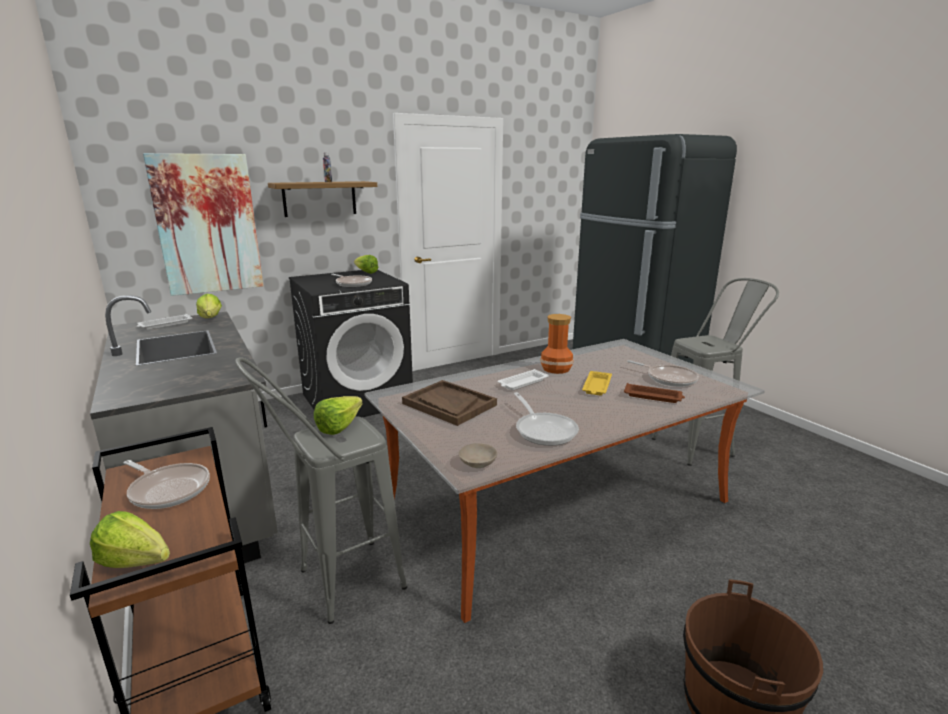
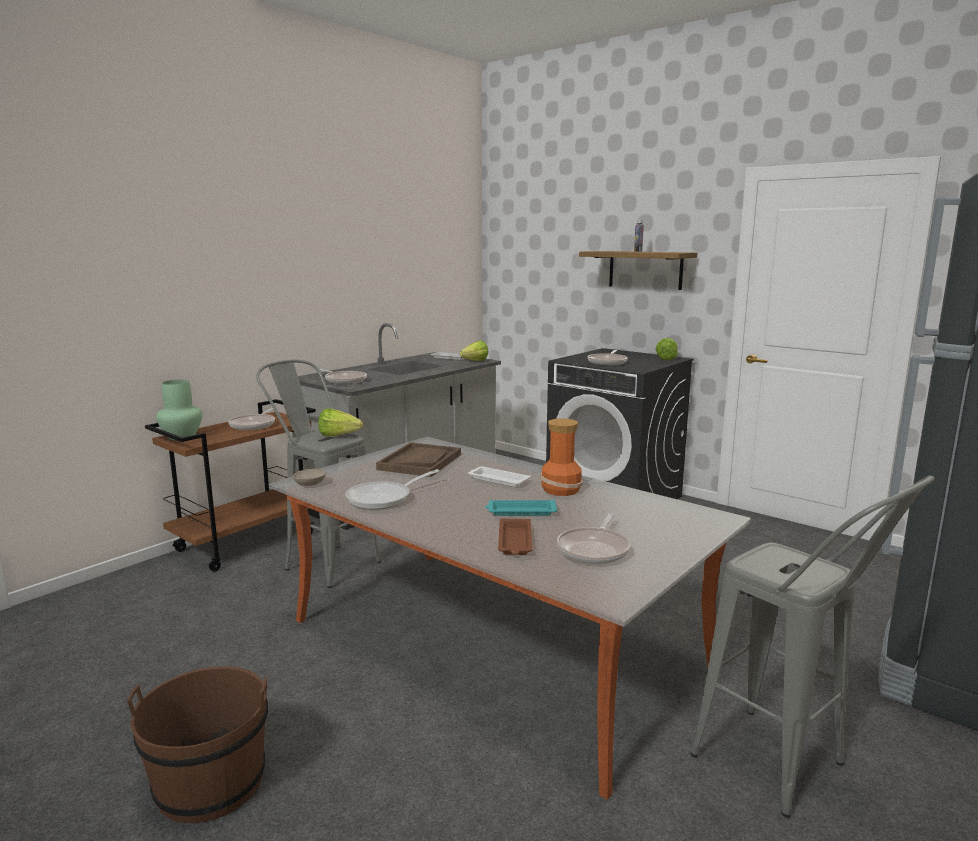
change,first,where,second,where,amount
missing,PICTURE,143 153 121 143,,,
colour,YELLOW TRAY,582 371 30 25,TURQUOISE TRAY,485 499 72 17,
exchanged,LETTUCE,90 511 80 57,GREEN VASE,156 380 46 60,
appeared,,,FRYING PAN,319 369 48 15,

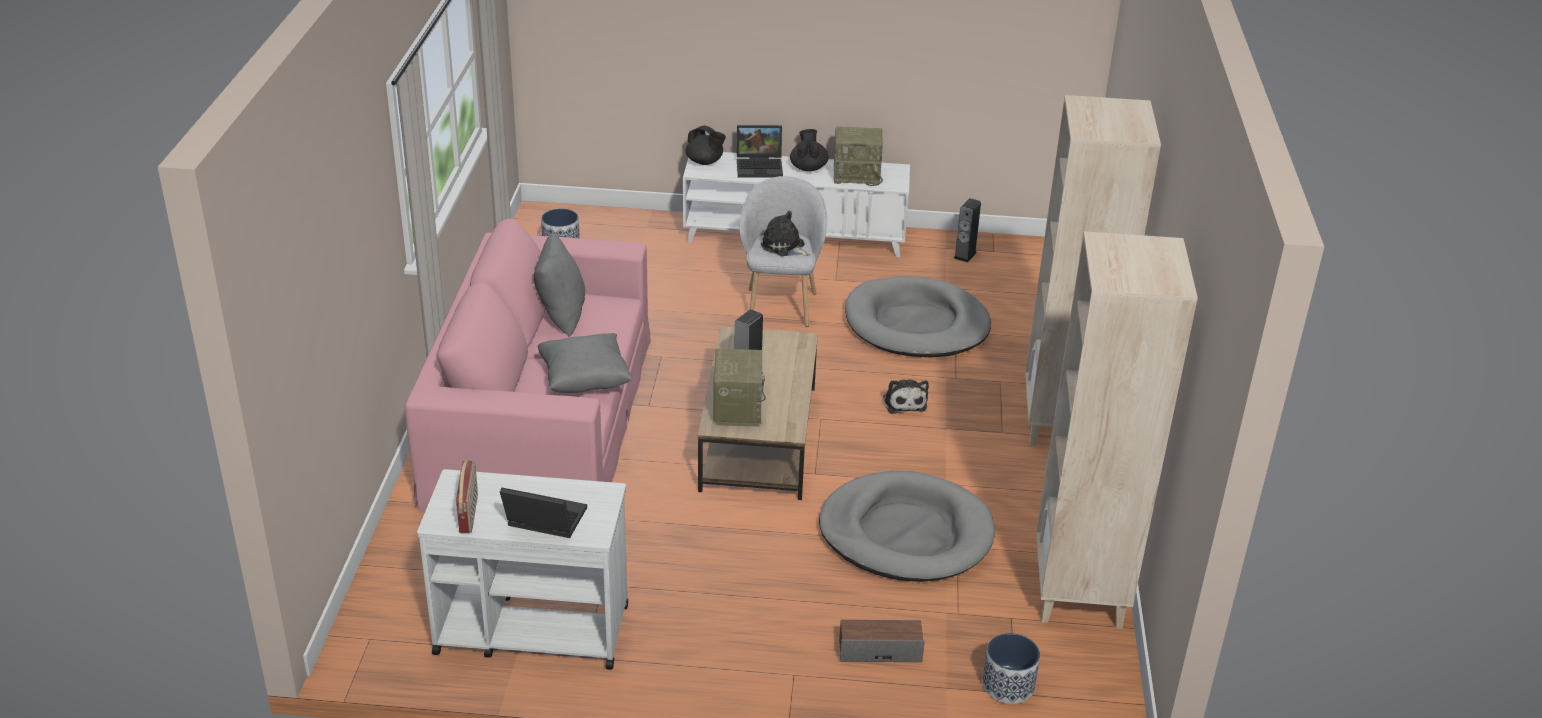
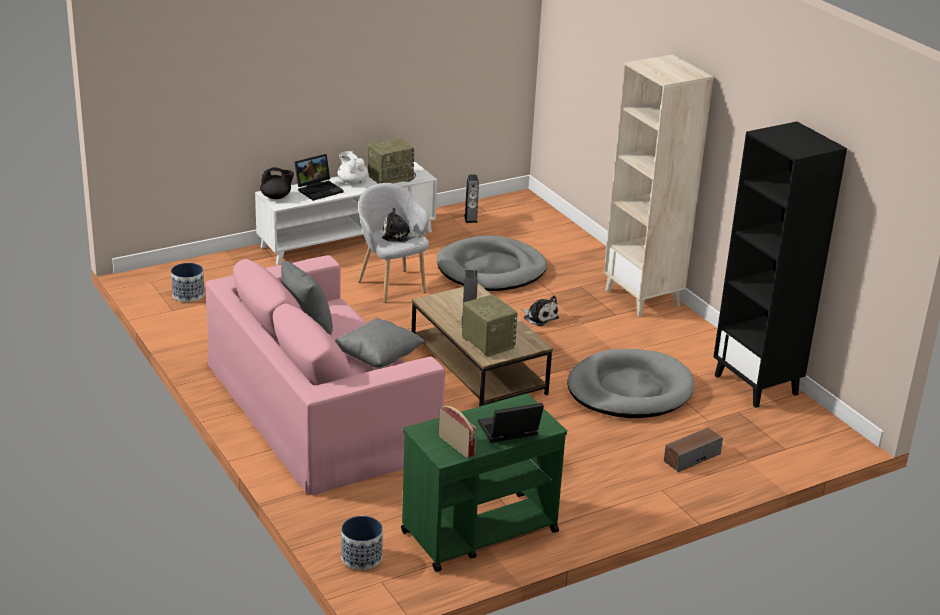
change,first,where,second,where,amount
colour,BLACK TEAPOT,790 129 39 42,WHITE TEAPOT,338 151 30 33,
colour,BEIGE BOOKCASE,1036 231 162 398,BLACK BOOKCASE,713 121 134 287,
colour,WHITE CART,417 469 211 201,GREEN CART,401 394 166 178,
relocated,PLANTER,982 633 58 71,,341 516 42 54,

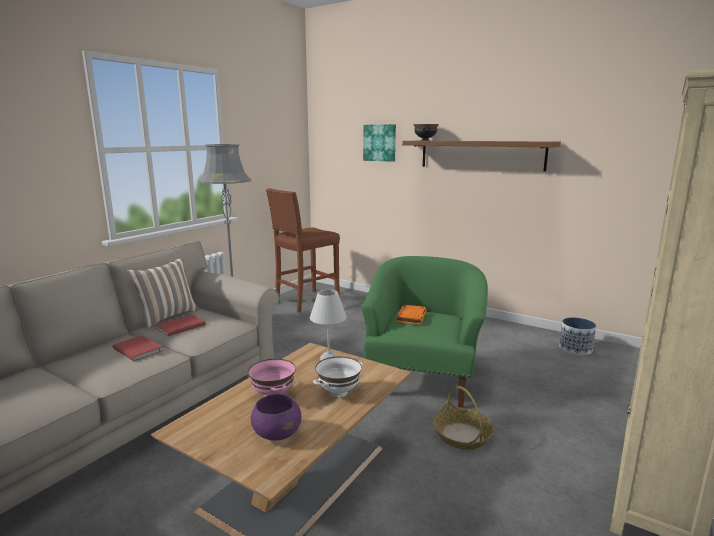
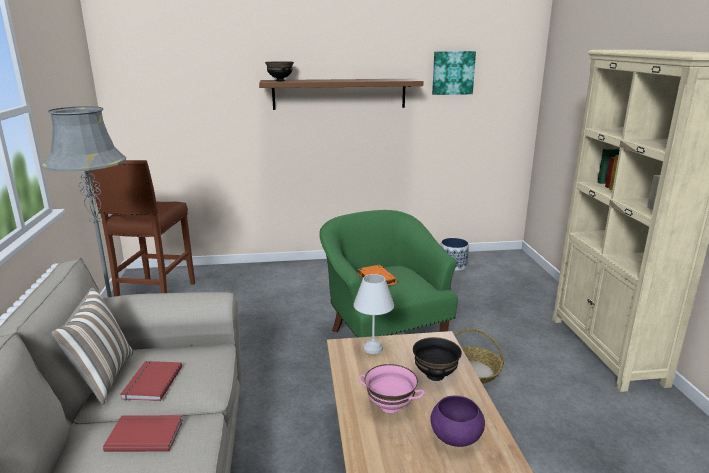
change,first,where,second,where,amount
relocated,PICTURE,363 124 33 38,,432 51 44 44,
colour,WHITE BOWL,313 356 50 41,BLACK BOWL,413 337 49 44,

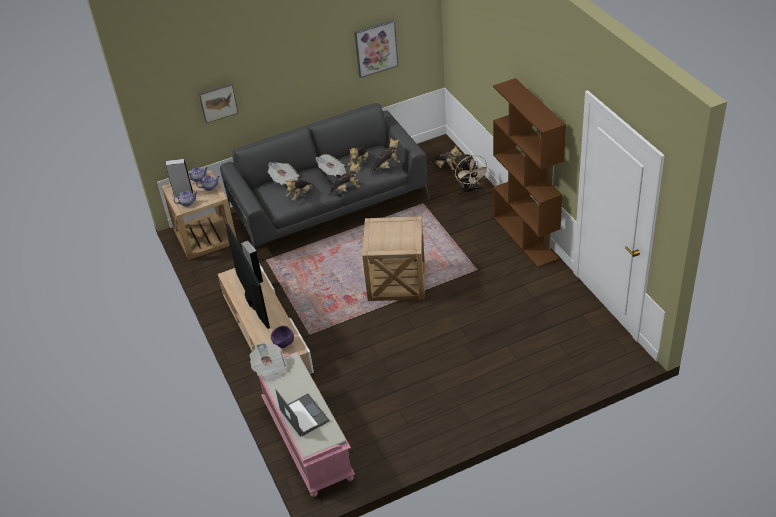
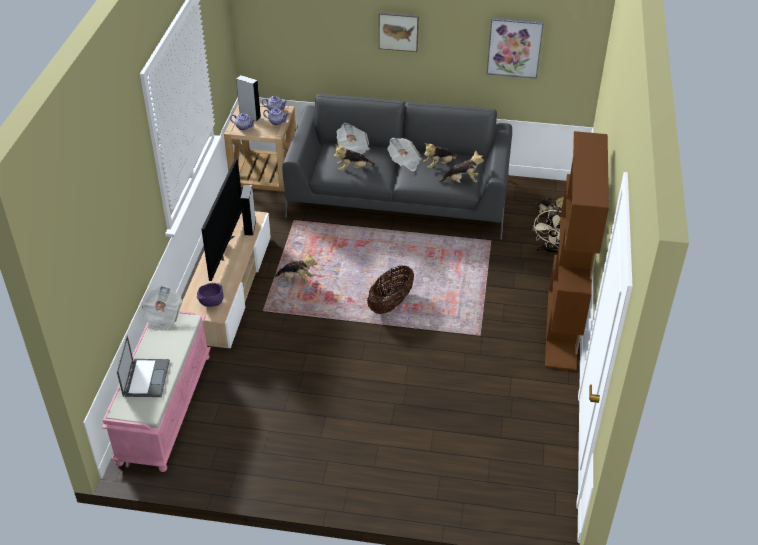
change,first,where,second,where,amount
relocated,PICTURE,198 83 40 40,,379 12 40 40,
relocated,PLUSH TOY,328 162 33 34,,273 253 45 31,
exchanged,BEIGE SIDE TABLE,362 216 63 85,BASKET,367 265 47 49,

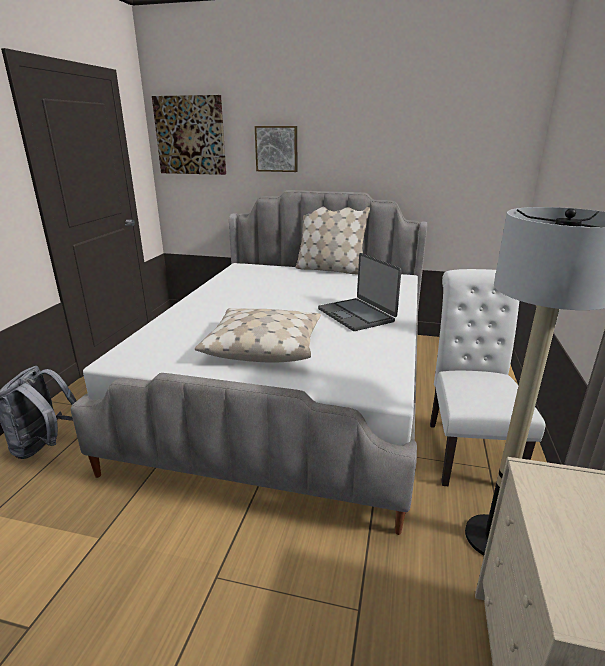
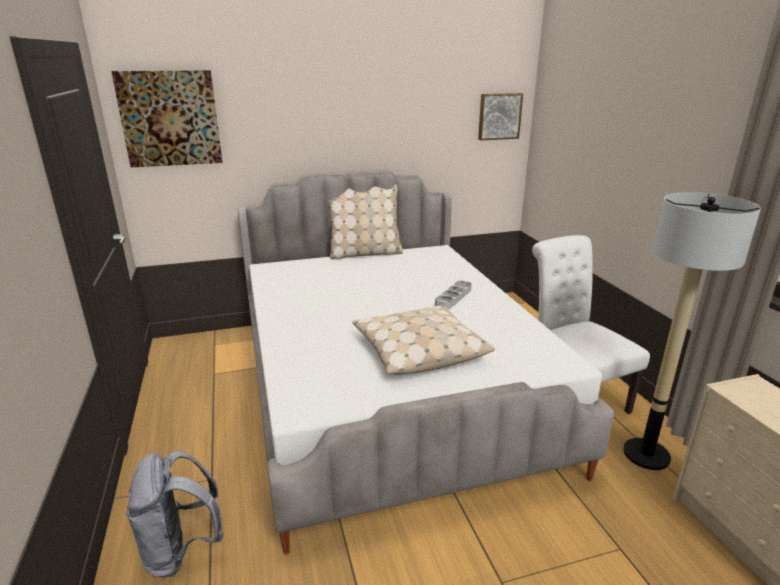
change,first,where,second,where,amount
relocated,PICTURE,255 126 42 46,,478 93 45 47,
exchanged,LAPTOP,318 253 84 78,GREY TRAY,435 280 37 30,

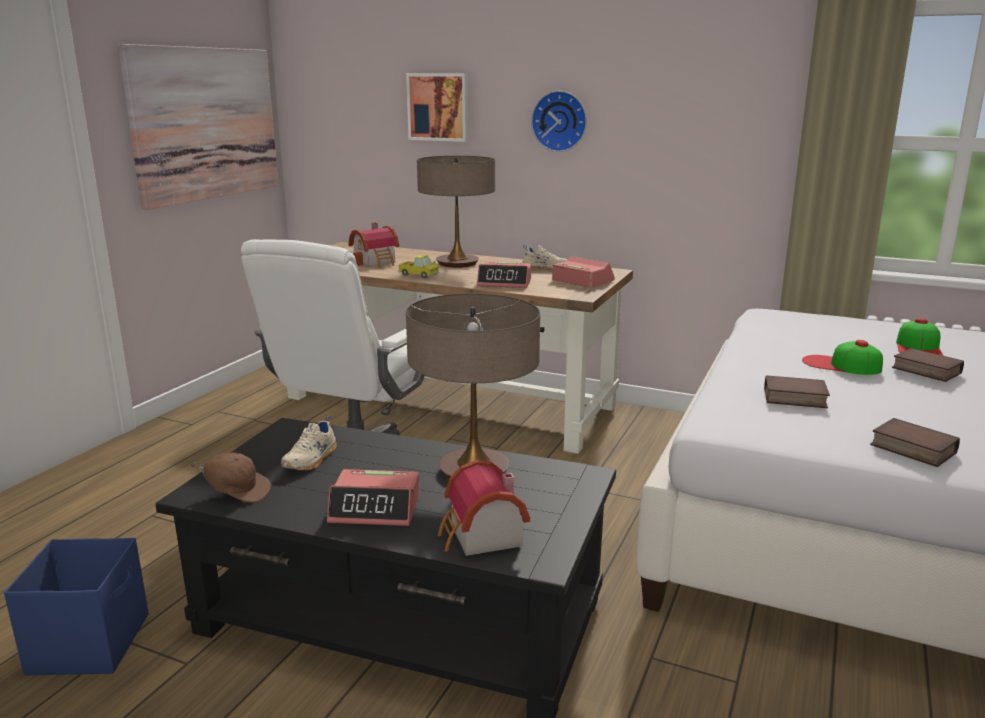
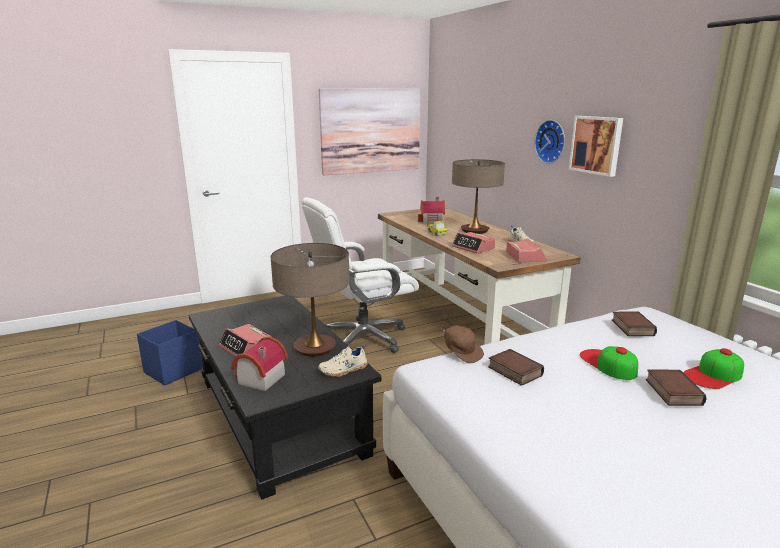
change,first,where,second,where,amount
relocated,PICTURE,406 73 63 69,,569 116 54 61,
relocated,BEIGE SHOE,281 416 56 54,,318 345 50 32,
relocated,BOOK,870 418 90 49,,612 311 45 25,
relocated,BROWN CAP,191 453 80 50,,439 325 45 38,

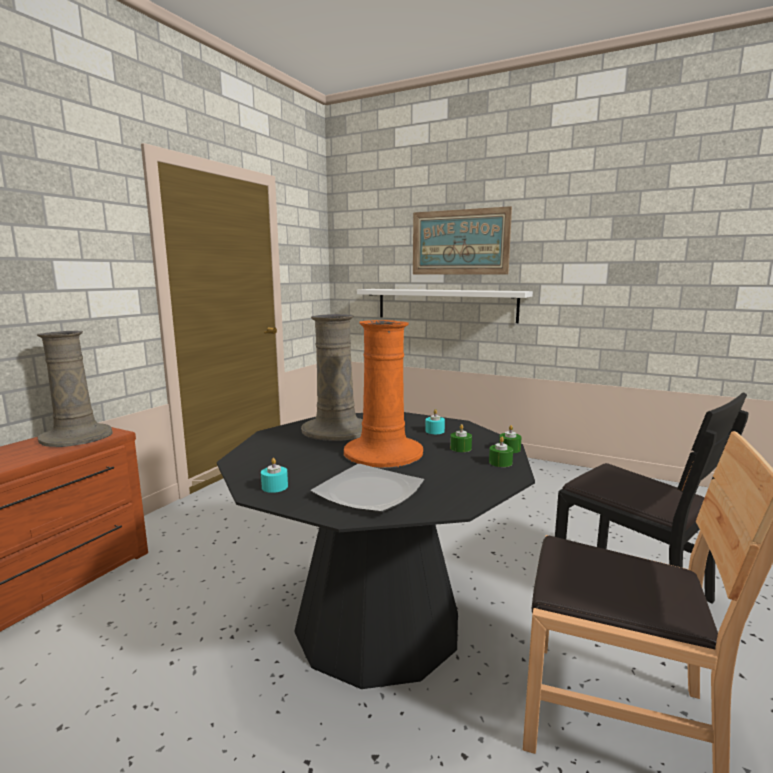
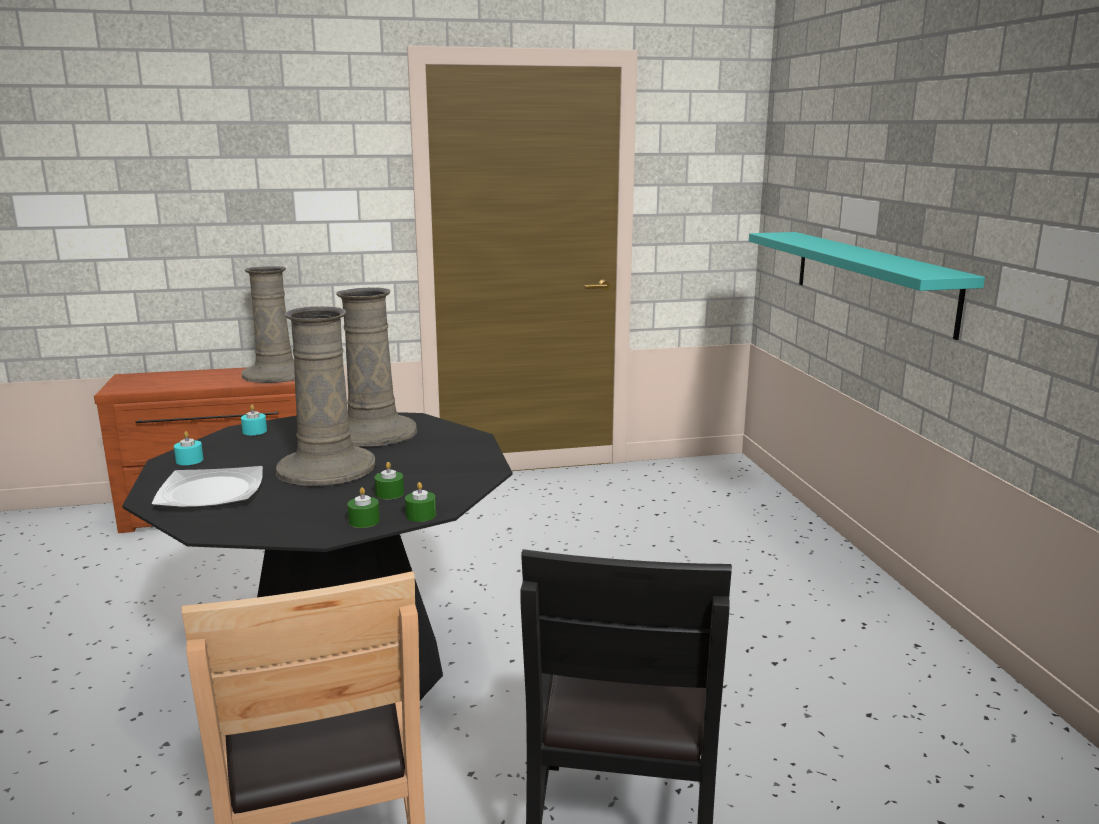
change,first,where,second,where,amount
missing,PICTURE,413 206 99 68,,,
colour,WHITE SHELF,357 289 176 34,TURQUOISE SHELF,749 232 236 108,
colour,ORANGE VASE,344 320 79 148,BEIGE VASE,276 306 99 181,
relocated,TURQUOISE CANDLE,425 409 20 25,,241 404 26 31,

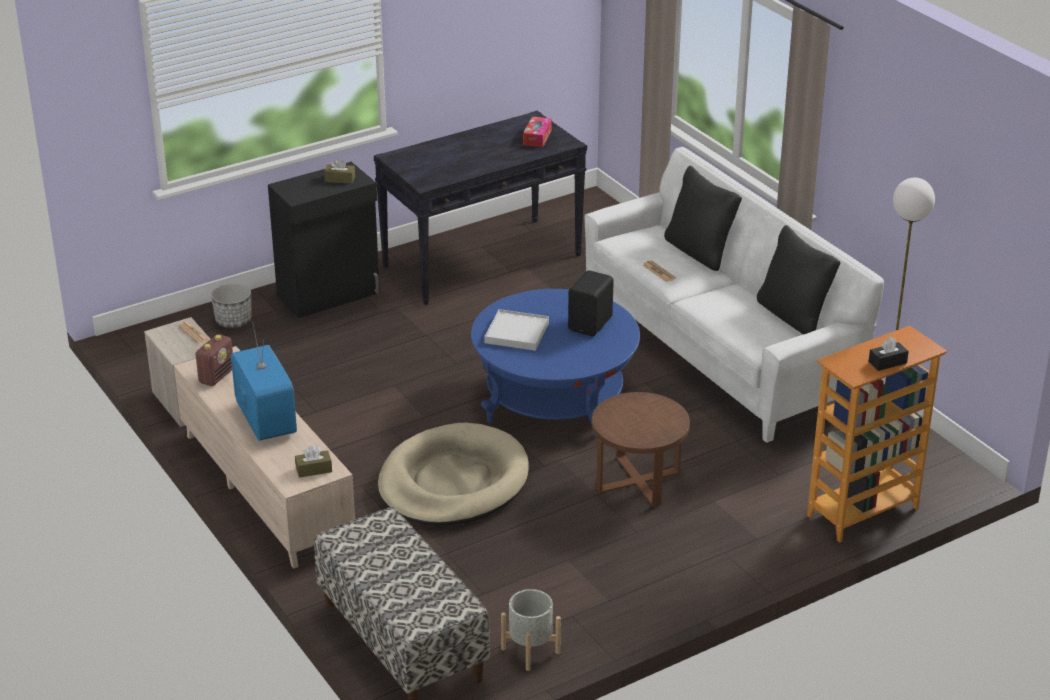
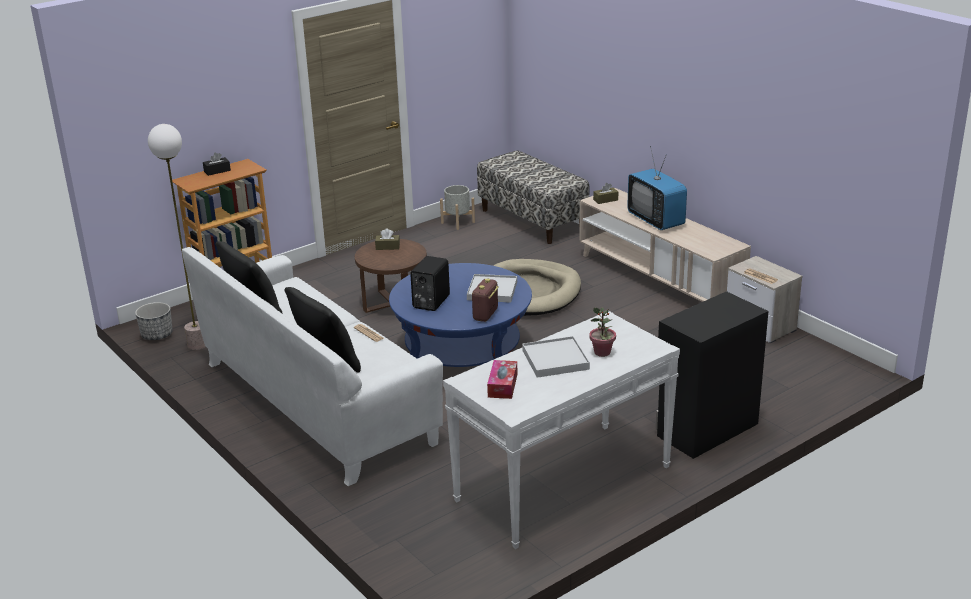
change,first,where,second,where,amount
colour,BLACK CONSOLE TABLE,374 111 213 194,WHITE CONSOLE TABLE,443 311 237 238,
relocated,BROWN TISSUE BOX,324 158 31 26,,375 229 25 21,
relocated,PLANTER,211 283 41 45,,135 302 38 38,
relocated,RADIO,195 334 38 52,,472 278 26 44,
appeared,,,POTTED PLANT,589 307 27 50,
appeared,,,WHITE TRAY,522 336 68 42,

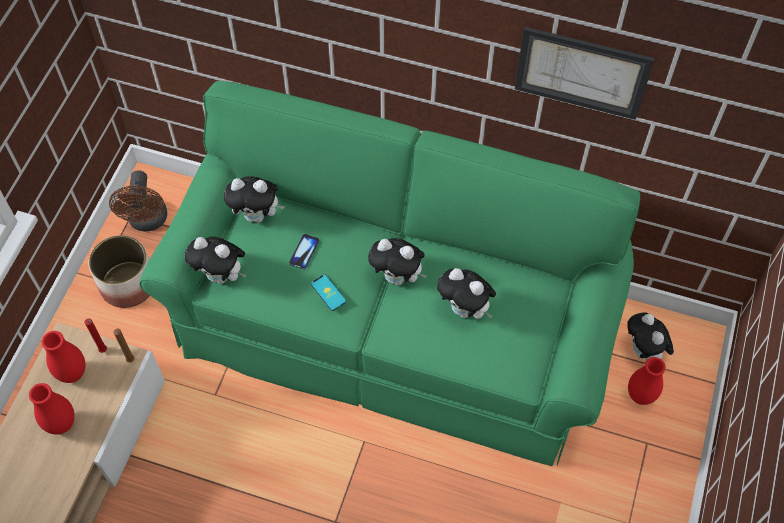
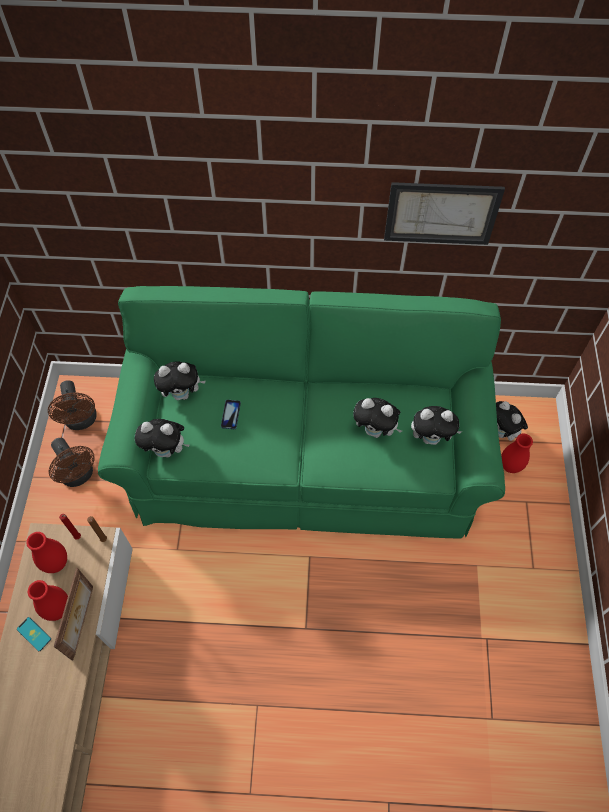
change,first,where,second,where,amount
exchanged,PLANTER,88 235 62 73,BROWN FAN,49 438 46 49,
relocated,PLUSH TOY,368 238 59 47,,411 406 51 39,
relocated,PHONE,311 274 36 37,,17 617 34 34,
appeared,,,PICTURE FRAME,54 568 39 92,

